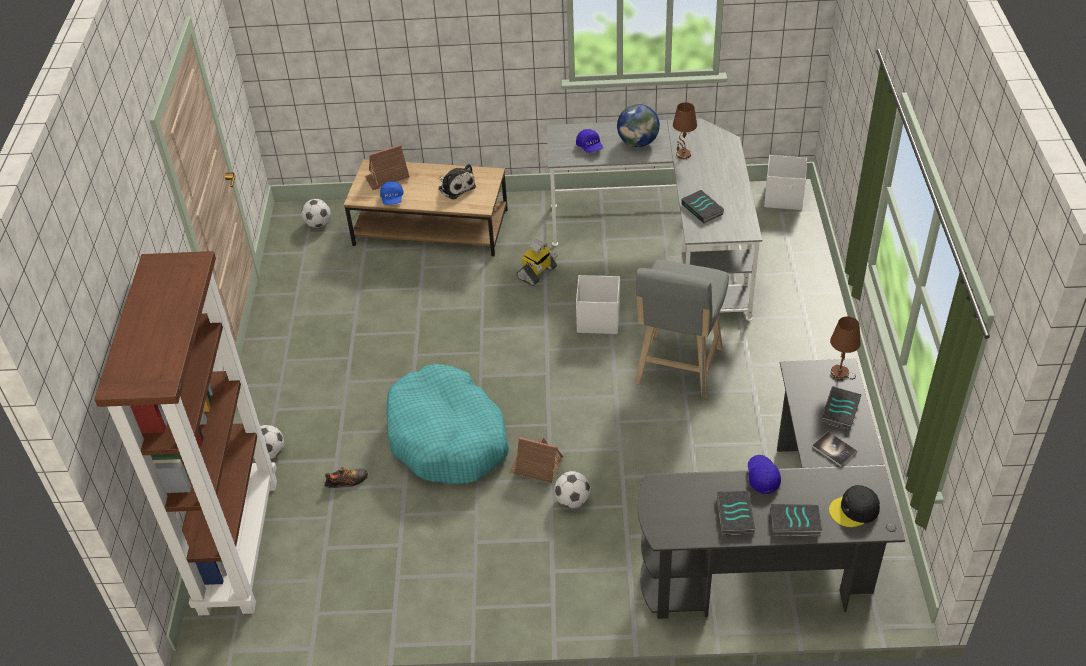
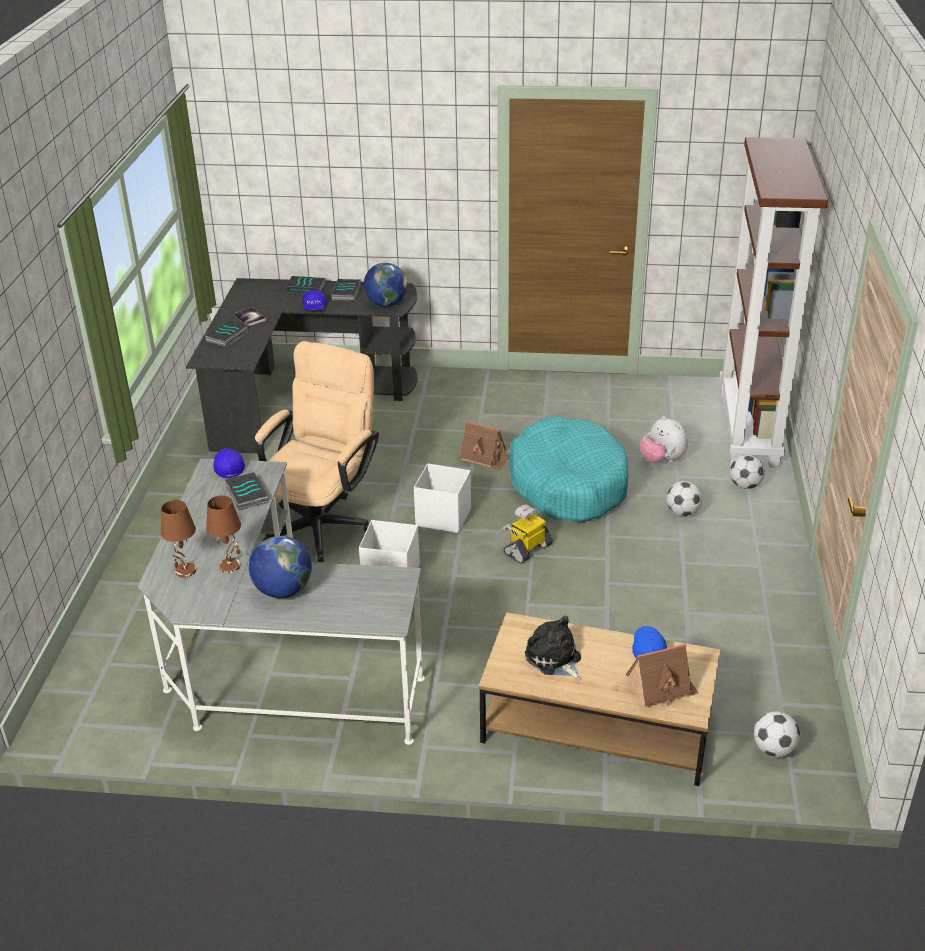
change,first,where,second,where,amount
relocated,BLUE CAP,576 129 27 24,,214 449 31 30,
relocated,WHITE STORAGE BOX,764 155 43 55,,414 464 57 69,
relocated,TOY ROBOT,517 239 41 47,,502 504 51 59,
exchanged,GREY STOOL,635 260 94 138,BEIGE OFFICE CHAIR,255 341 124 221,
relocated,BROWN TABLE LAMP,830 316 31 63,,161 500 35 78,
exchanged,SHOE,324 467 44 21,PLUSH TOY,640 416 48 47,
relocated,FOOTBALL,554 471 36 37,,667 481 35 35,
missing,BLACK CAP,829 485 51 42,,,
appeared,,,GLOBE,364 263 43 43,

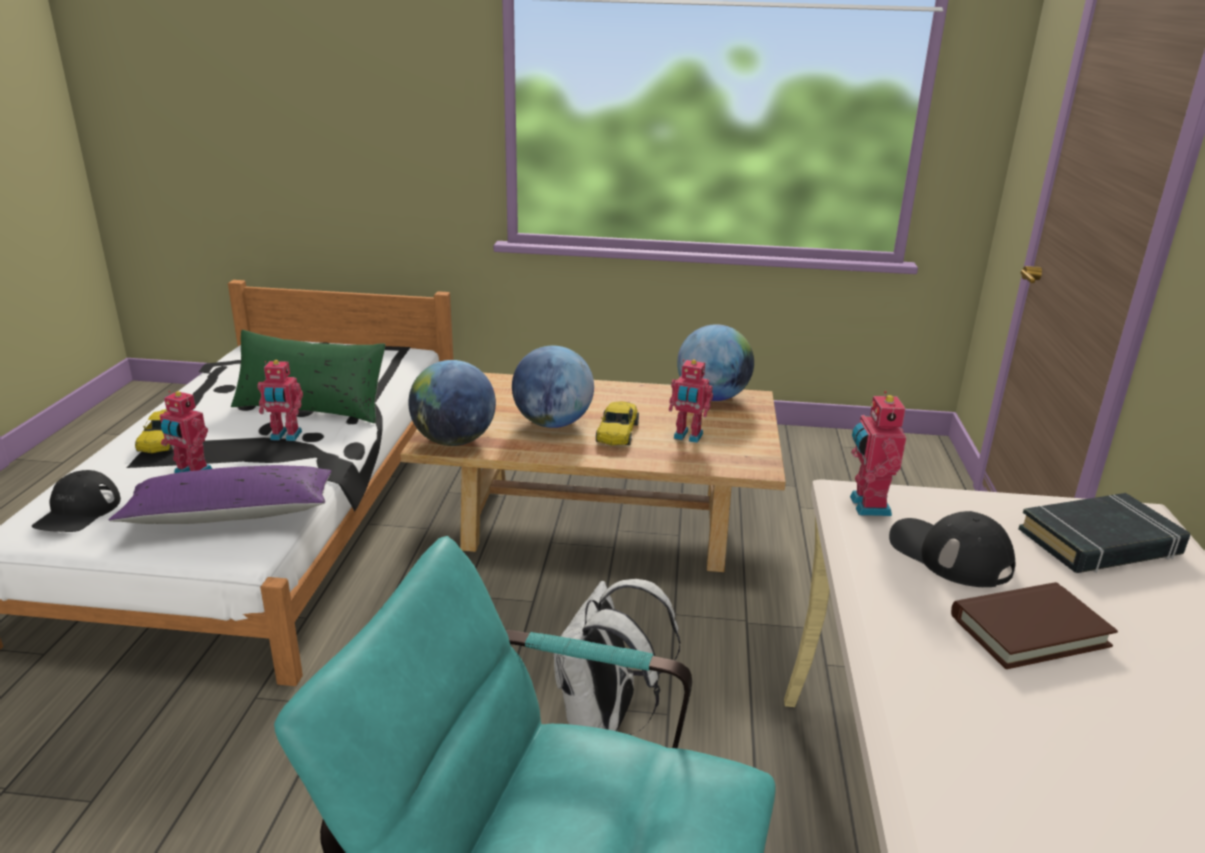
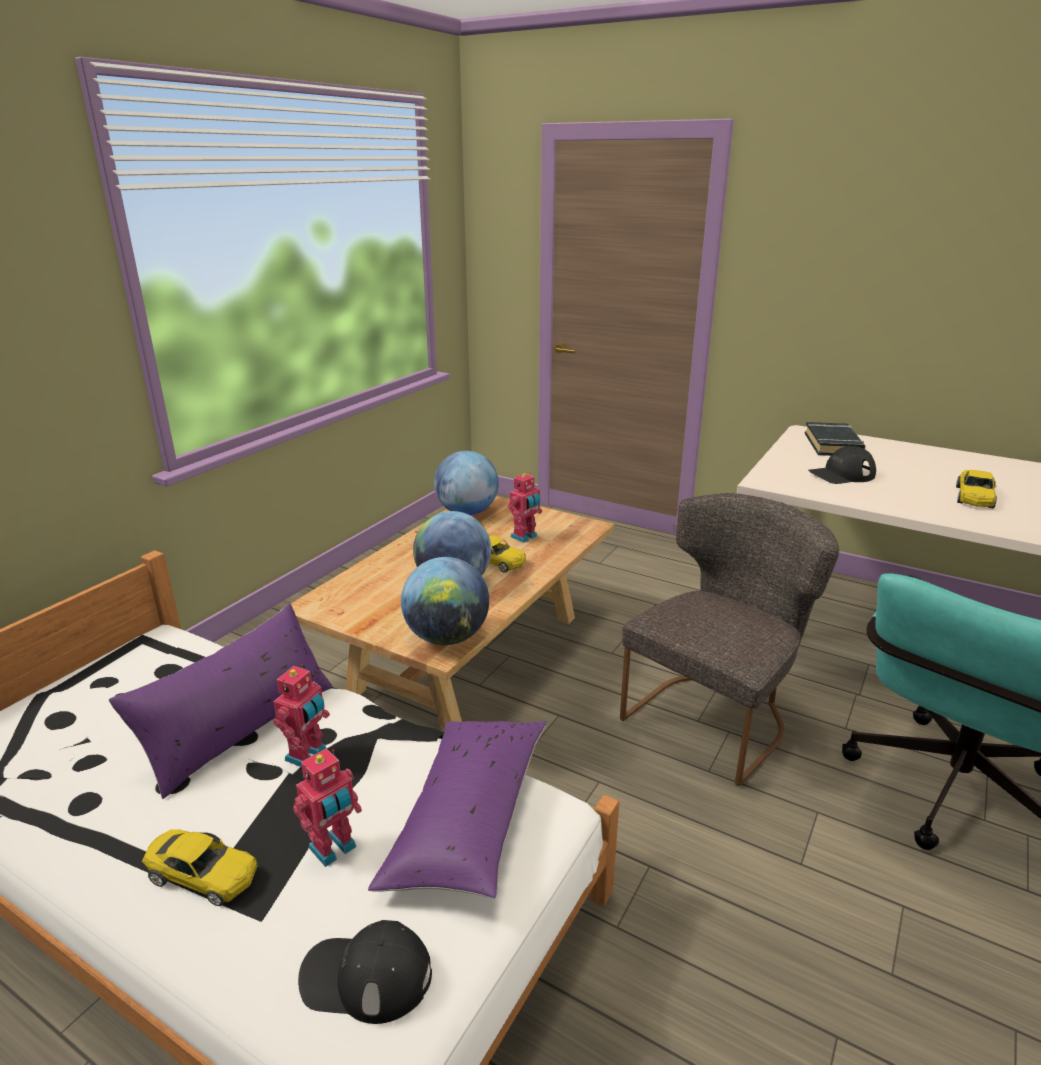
change,first,where,second,where,amount
colour,GREEN PILLOW,231 330 155 93,PURPLE PILLOW,109 604 223 195,
missing,TOY ROBOT,850 391 56 125,,,
spun,BLACK CAP,32 470 89 62,,298 920 134 104,150 degrees clockwise
exchanged,WHITE BACKPACK,554 579 126 156,GREY CHAIR,620 493 219 293,
missing,BROWN BOOK,951 582 167 87,,,
appeared,,,YELLOW TOY CAR,956 470 41 38,

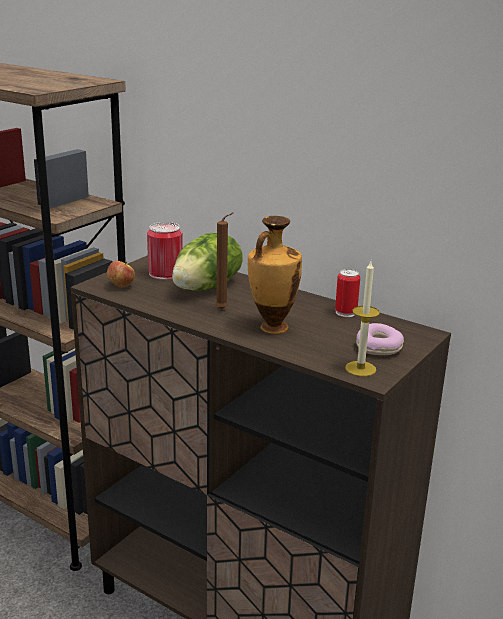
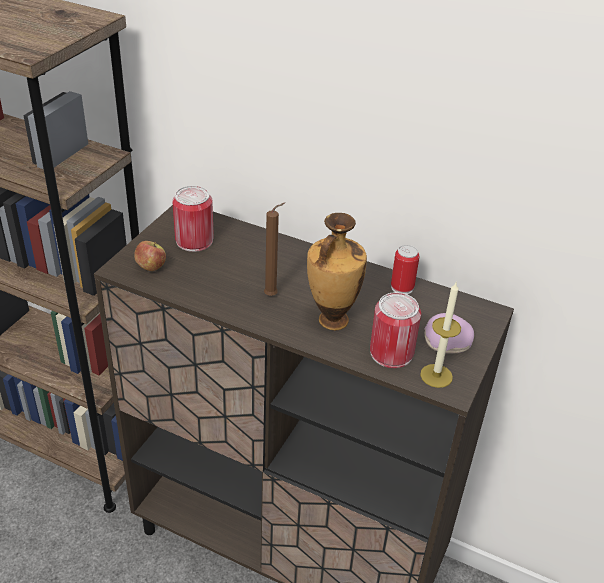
change,first,where,second,where,amount
missing,LETTUCE,172 233 70 58,,,
appeared,,,CAN,370 292 51 76,

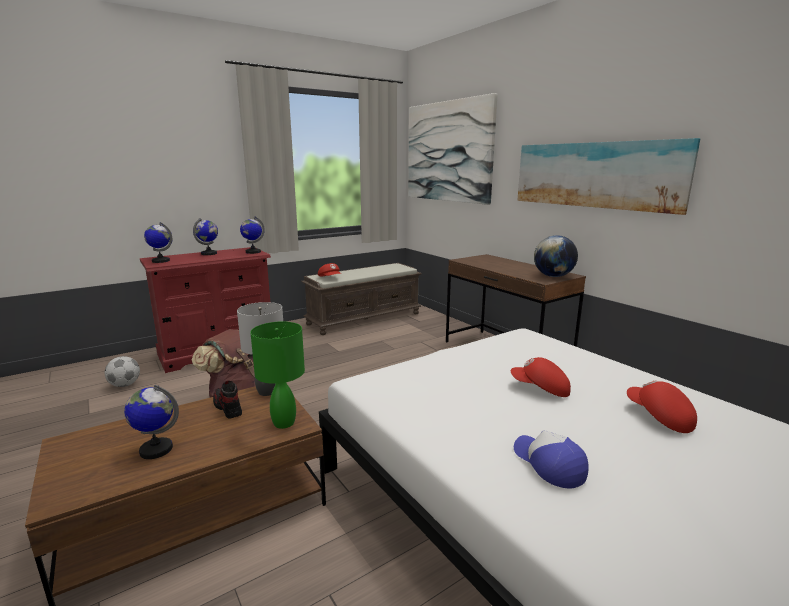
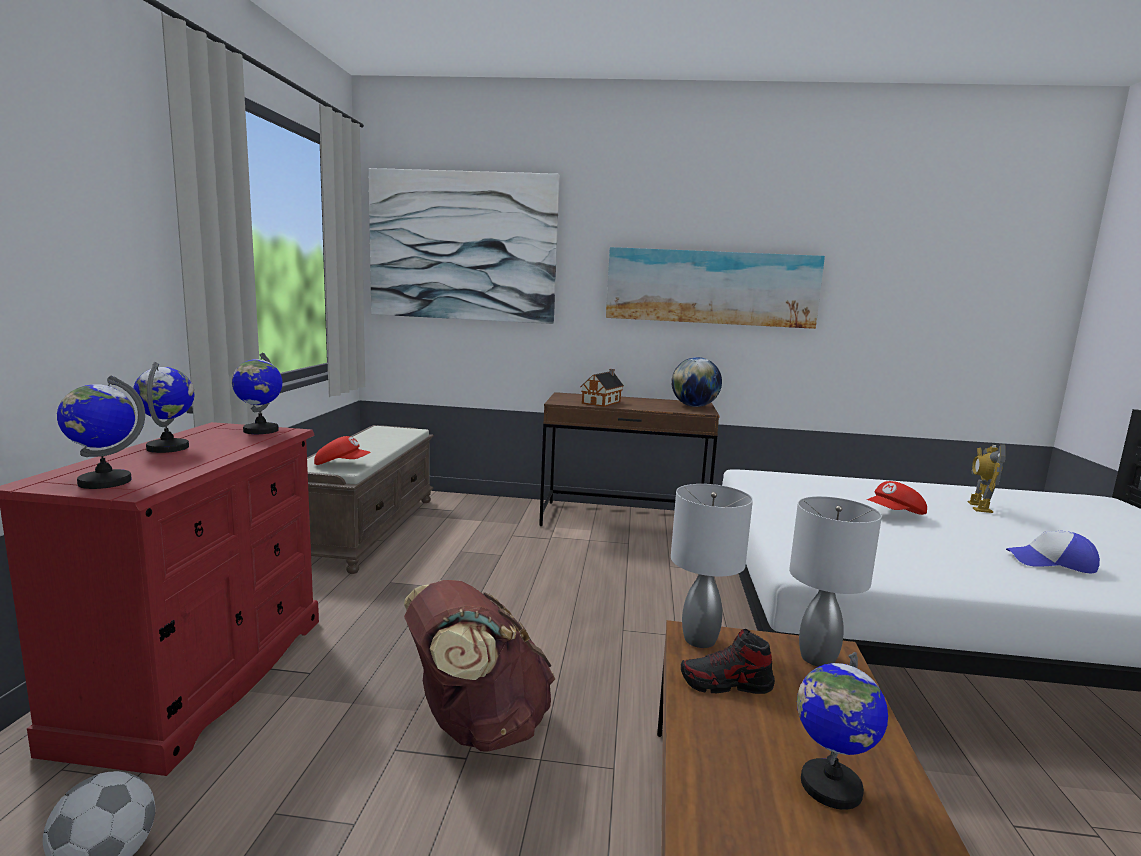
change,first,where,second,where,amount
colour,GREEN TABLE LAMP,250 321 55 108,GREY TABLE LAMP,789 496 93 171,
exchanged,RED CAP,627 380 70 53,TOY ROBOT,968 444 38 69,
appeared,,,TOY HOUSE,581 369 43 38,

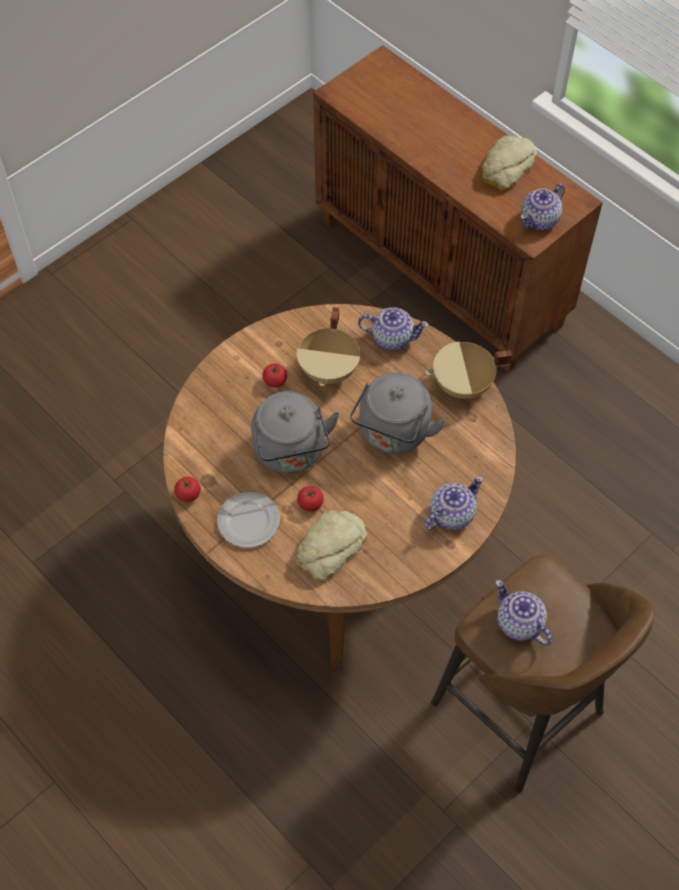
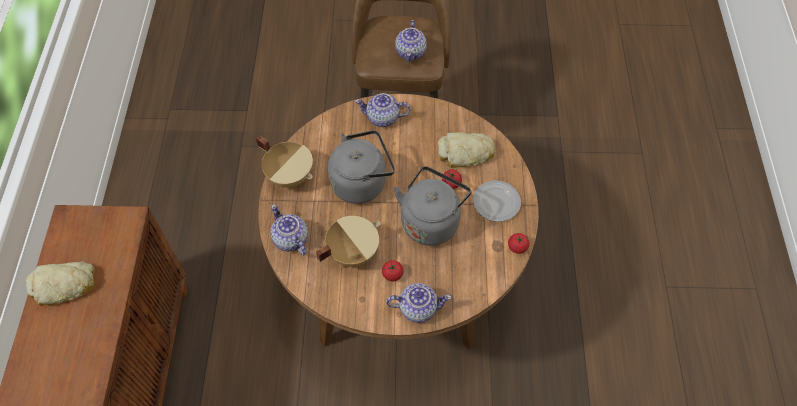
change,first,where,second,where,amount
relocated,TEAPOT,521 183 44 47,,386 283 66 40,

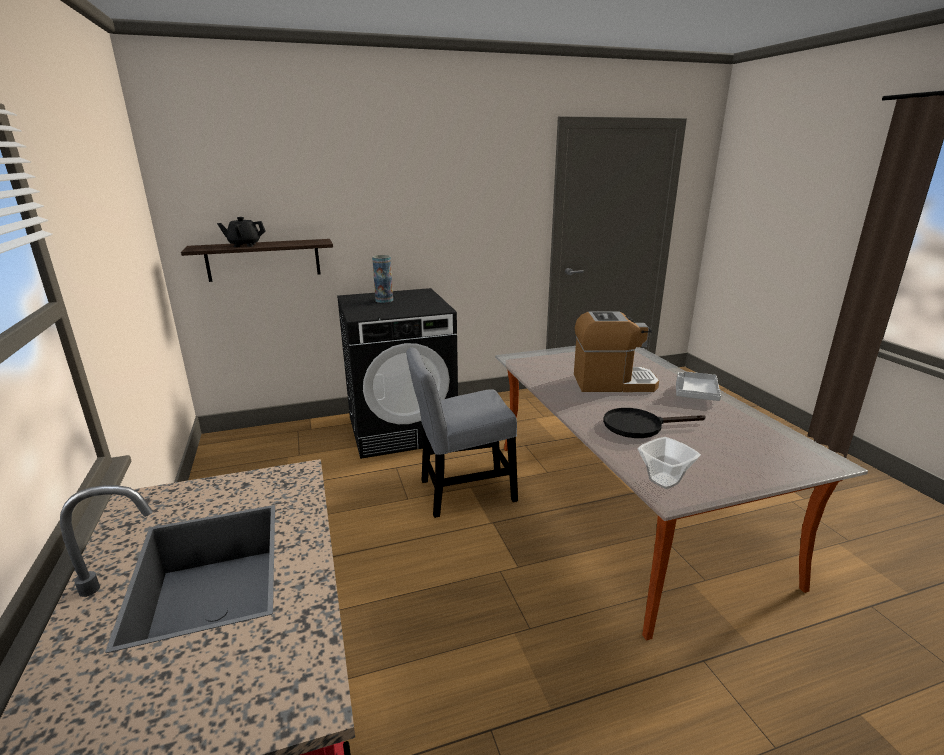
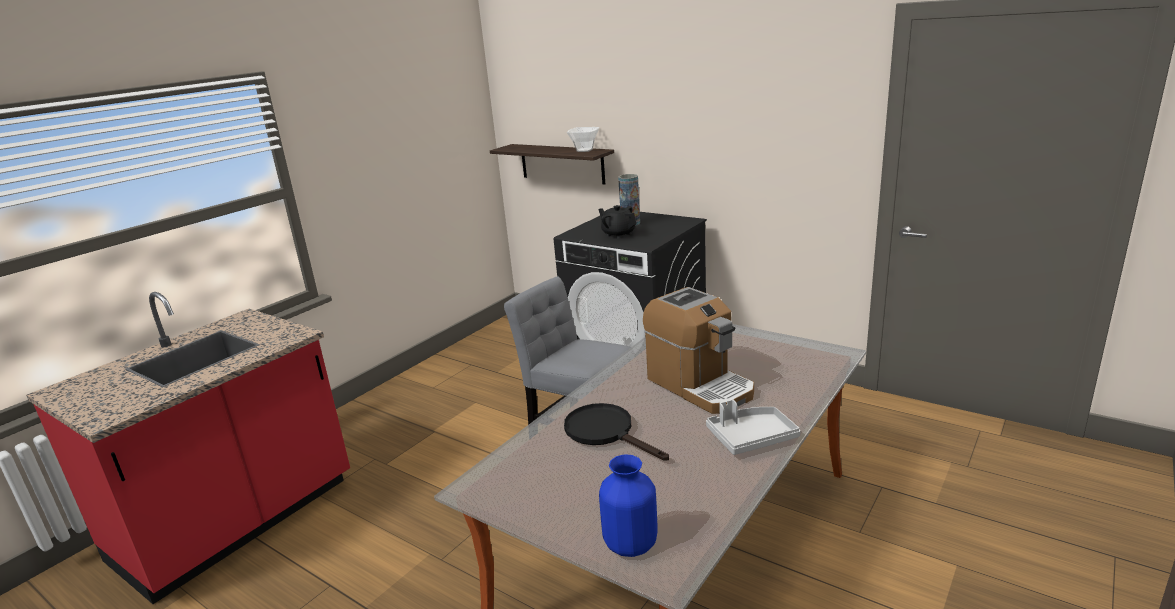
change,first,where,second,where,amount
relocated,BLACK TEAPOT,217 217 48 30,,598 205 38 34,
relocated,BOWL,638 437 63 52,,567 127 32 25,
appeared,,,BLUE VASE,599 455 58 102,

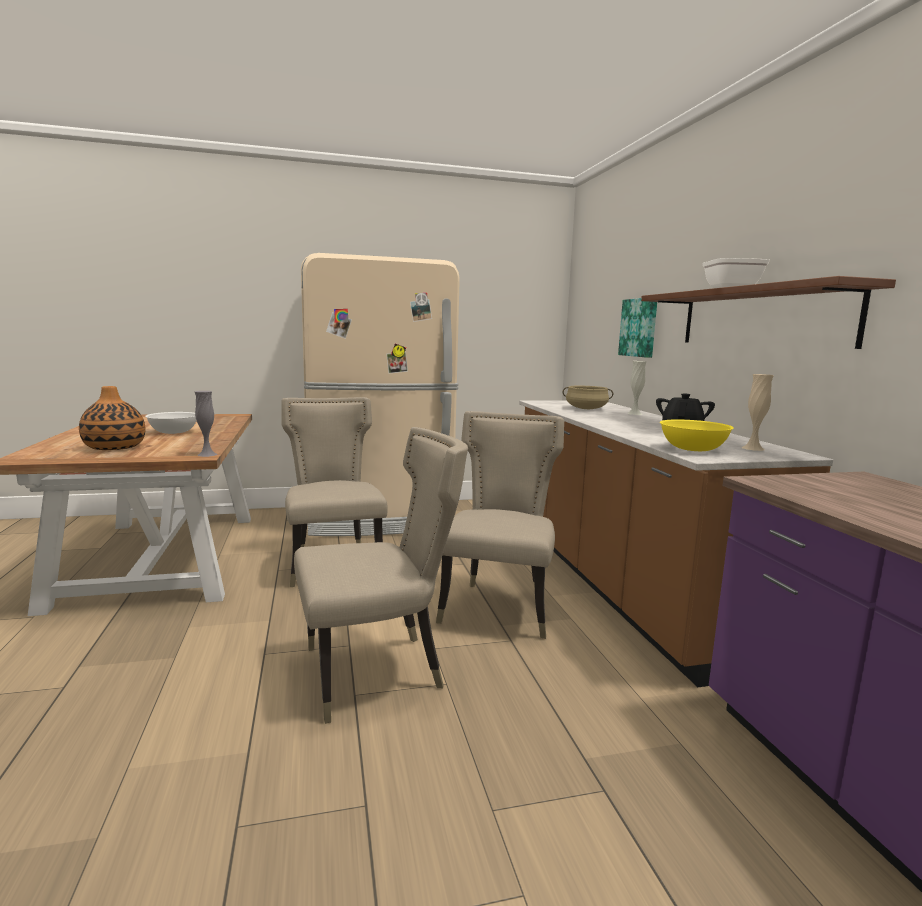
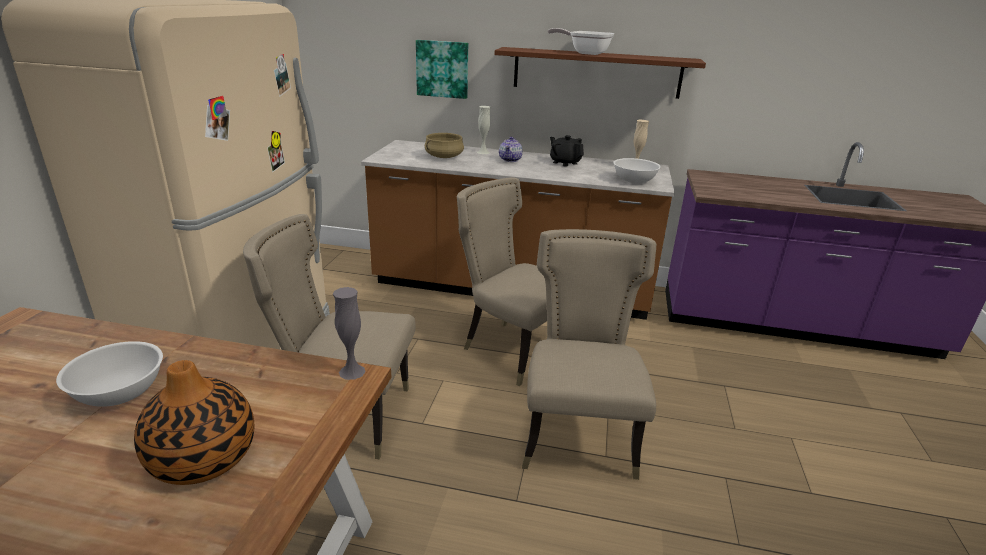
change,first,where,second,where,amount
colour,YELLOW BOWL,660 420 74 31,WHITE BOWL,613 158 48 25,
appeared,,,TEAPOT,499 137 24 25,

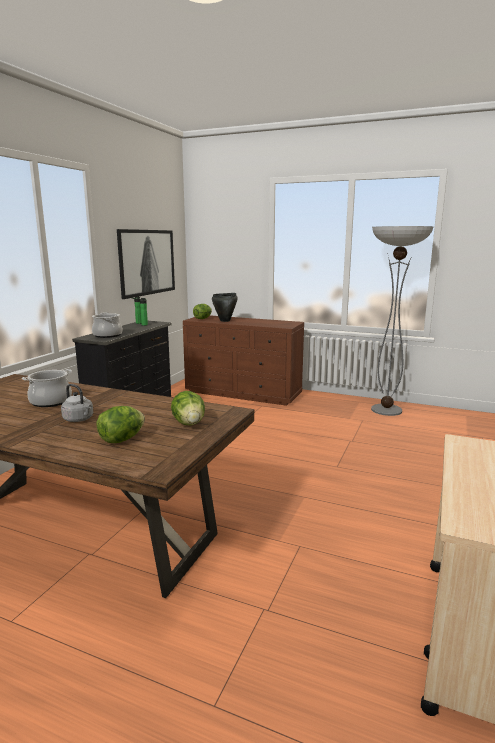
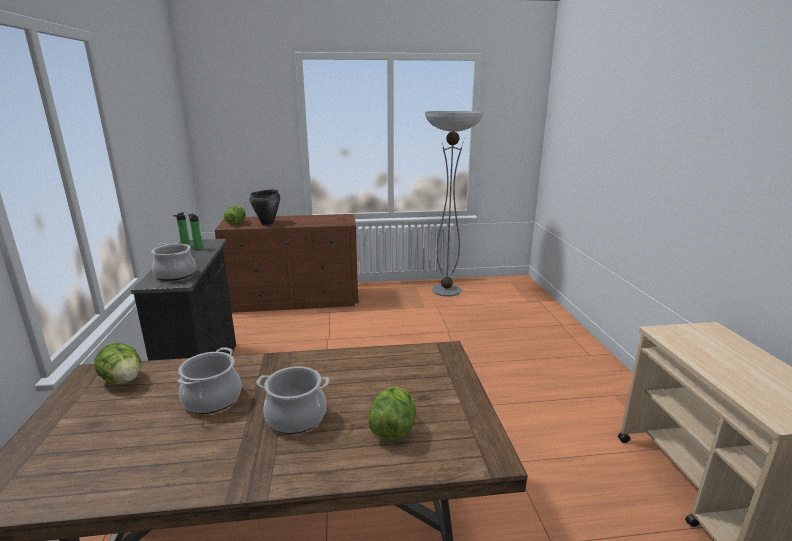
change,first,where,second,where,amount
missing,PICTURE,117 229 58 70,,,
exchanged,GREY KETTLE,61 384 32 38,COOKING POT,256 366 73 68,
relocated,LETTUCE,171 391 34 34,,94 342 47 43,

